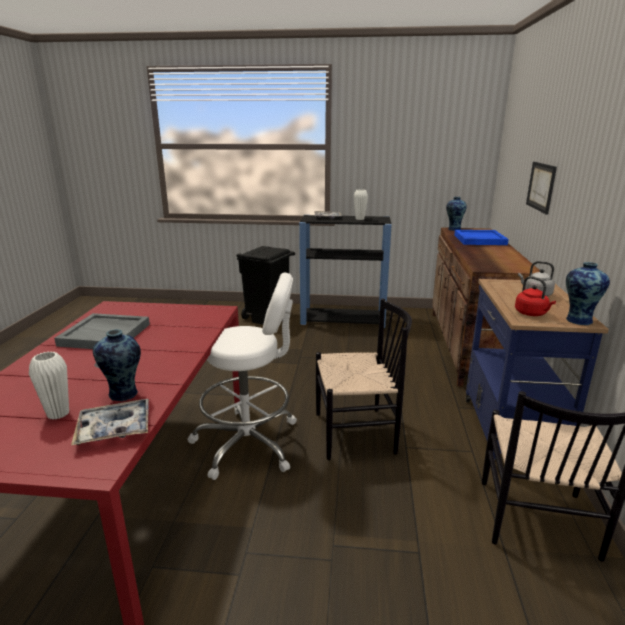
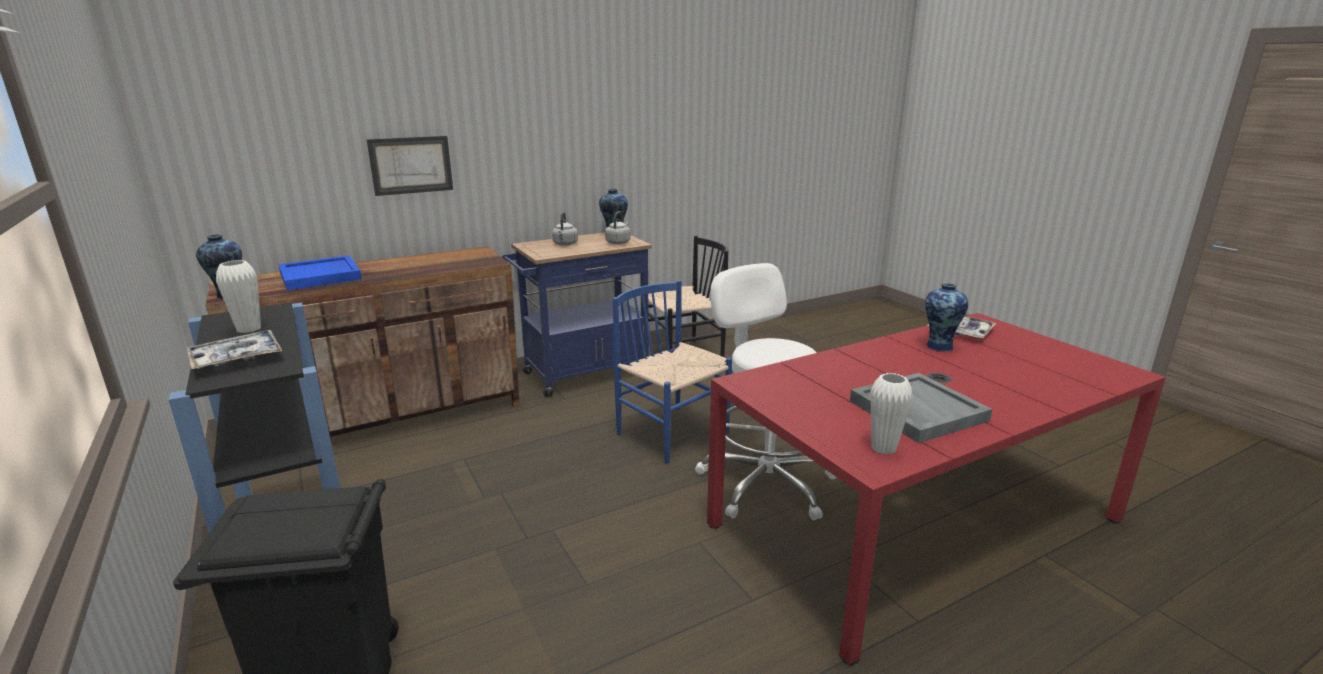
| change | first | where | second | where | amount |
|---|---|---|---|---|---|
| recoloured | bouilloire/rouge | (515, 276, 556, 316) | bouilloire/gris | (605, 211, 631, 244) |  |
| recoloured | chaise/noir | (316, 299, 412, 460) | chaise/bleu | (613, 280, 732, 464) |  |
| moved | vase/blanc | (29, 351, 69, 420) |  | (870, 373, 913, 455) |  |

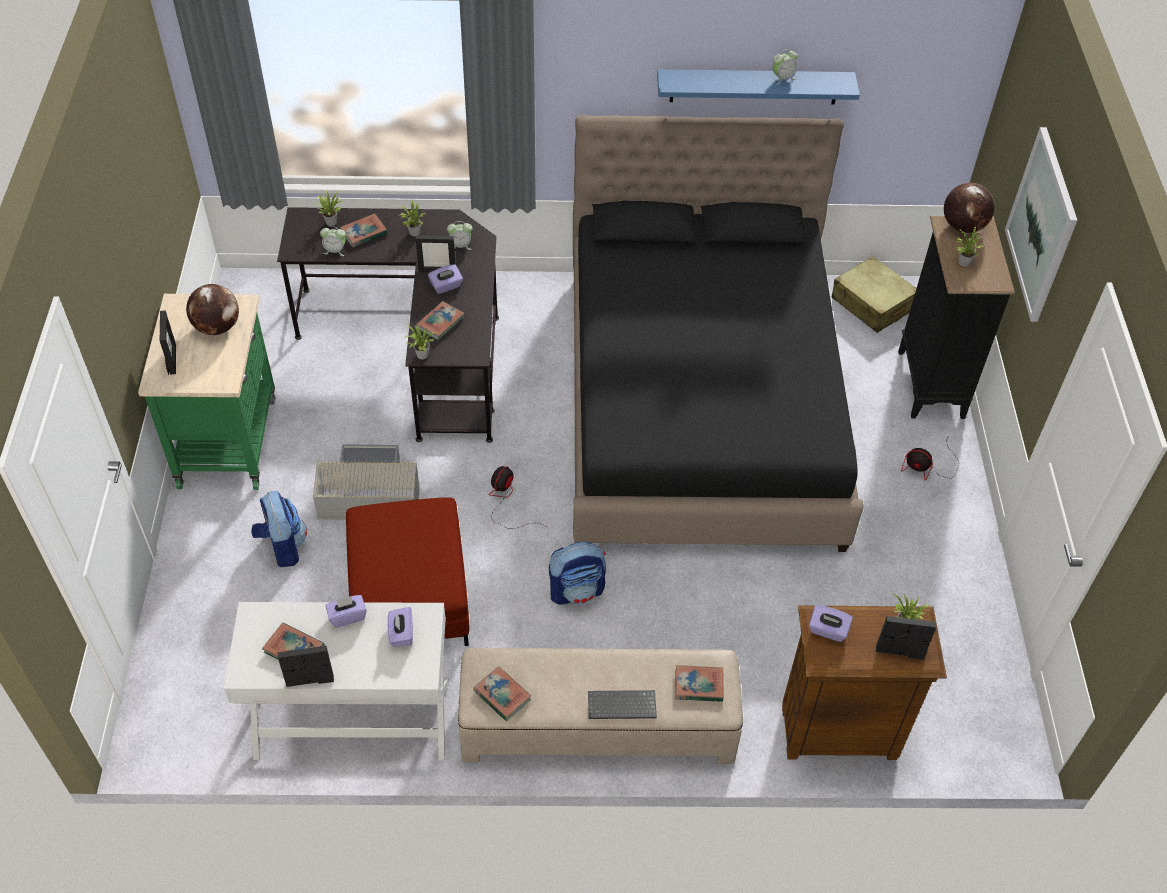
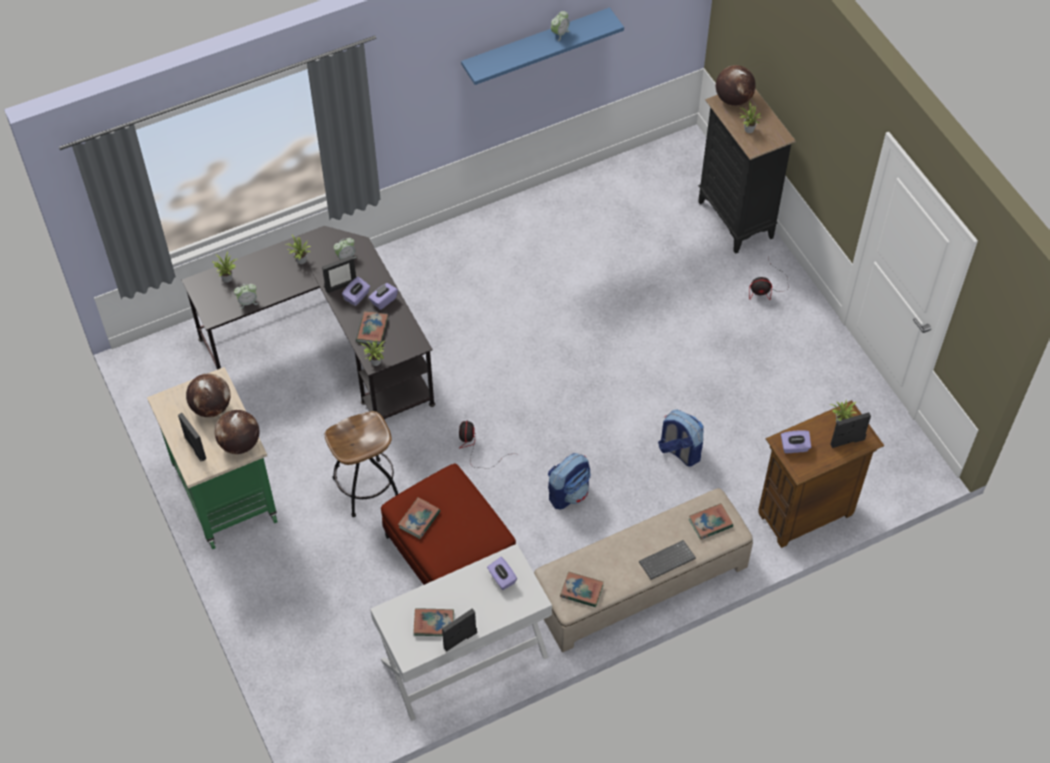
| change | first | where | second | where | amount |
|---|---|---|---|---|---|
| added |  |  | globe | (215, 410, 259, 454) |  |
| replaced | boîte de rangement/gris | (313, 445, 420, 520) | tabouret/marron | (325, 411, 398, 517) |  |
| moved | boîte à mouchoirs/violet | (326, 595, 367, 628) |  | (368, 283, 398, 310) |  |
| moved | livre | (340, 213, 388, 248) |  | (398, 497, 440, 539) |  |
| moved | sac à dos | (251, 491, 307, 567) |  | (658, 409, 704, 467) |  |
| removed | lit/noir | (573, 115, 864, 552) |  |  |  |
| removed | valise/beige | (832, 256, 916, 333) |  |  |  |
| removed | tableau | (1005, 127, 1077, 322) |  |  |  |

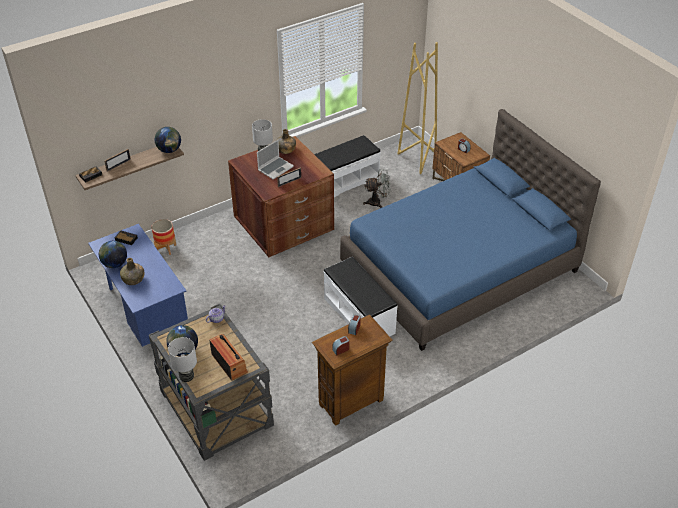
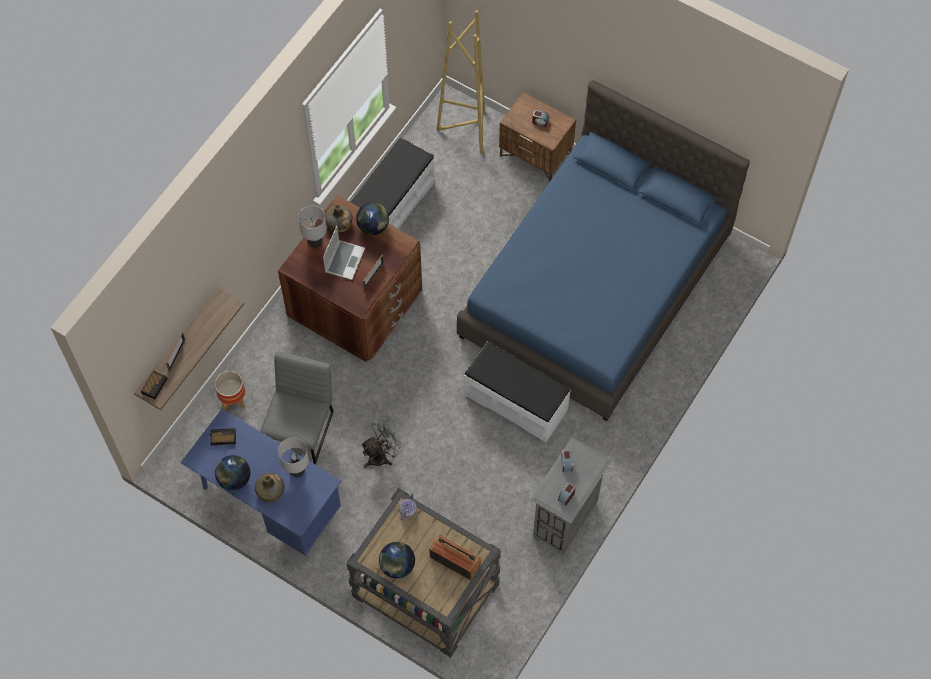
| change | first | where | second | where | amount |
|---|---|---|---|---|---|
| added |  |  | chaise/gris | (260, 351, 334, 464) |  |
| moved | lampe de table/gris | (168, 337, 197, 382) |  | (278, 438, 309, 477) |  |
| moved | globe | (155, 127, 181, 153) |  | (356, 202, 389, 235) |  |
| moved | ventilateur/gris | (363, 169, 391, 208) |  | (360, 419, 403, 468) |  |
| recoloured | meuble de rangement/marron | (312, 314, 393, 426) | meuble de rangement/gris | (530, 437, 612, 555) |  |

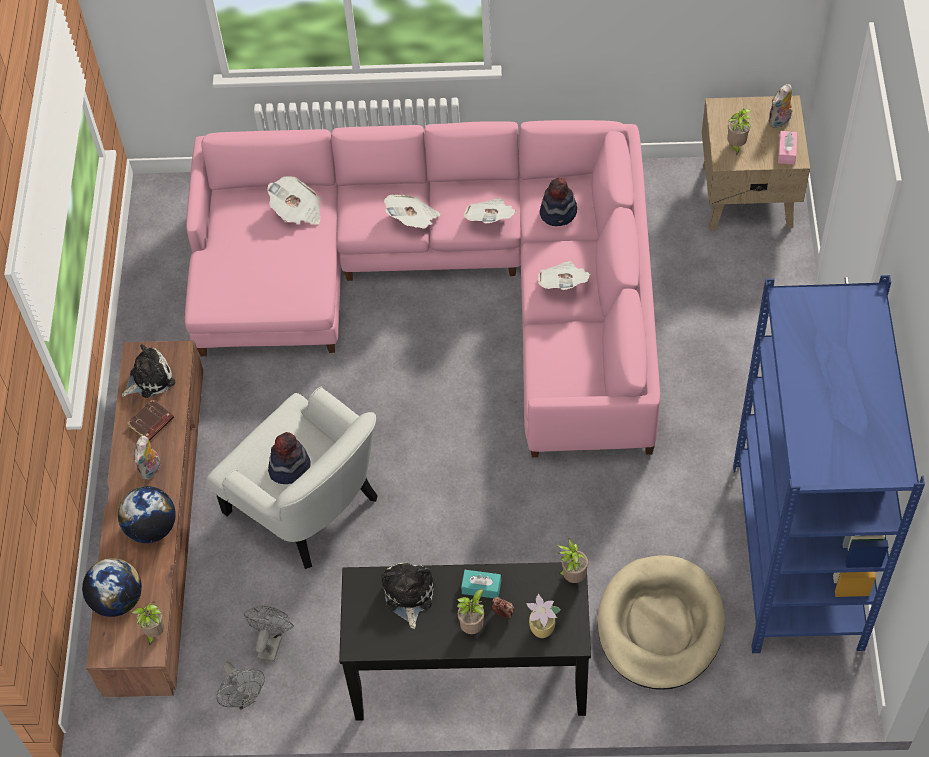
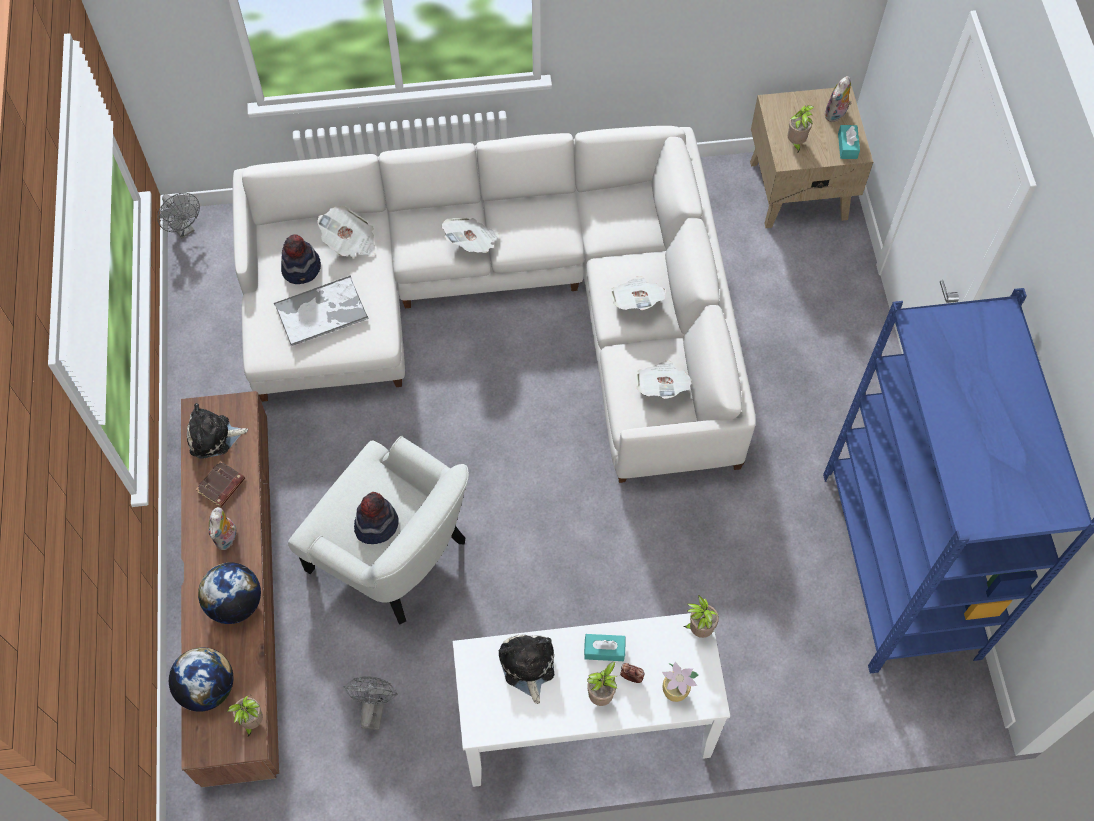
| change | first | where | second | where | amount |
|---|---|---|---|---|---|
| moved | ventilateur/gris | (216, 662, 265, 710) |  | (157, 193, 200, 238) |  |
| turned | peluche | (122, 344, 175, 398) |  | (187, 403, 248, 459) | 150 degrees counterclockwise |
| recoloured | canapé/rose | (185, 120, 660, 457) | canapé/blanc | (233, 126, 756, 483) |  |
| added |  |  | plateau | (274, 275, 369, 346) |  |
| moved | chapeau | (540, 178, 577, 226) |  | (281, 235, 321, 284) |  |
| recoloured | table console/noir | (339, 562, 591, 721) | table console/blanc | (453, 613, 730, 787) |  |
| moved | journal | (464, 198, 516, 224) |  | (636, 361, 692, 399) |  |
| recoloured | boîte à mouchoirs/rose | (778, 131, 797, 164) | boîte à mouchoirs/turquoise | (838, 125, 860, 159) |  |
| removed | panier pour chien/beige | (597, 555, 725, 690) |  |  |  |

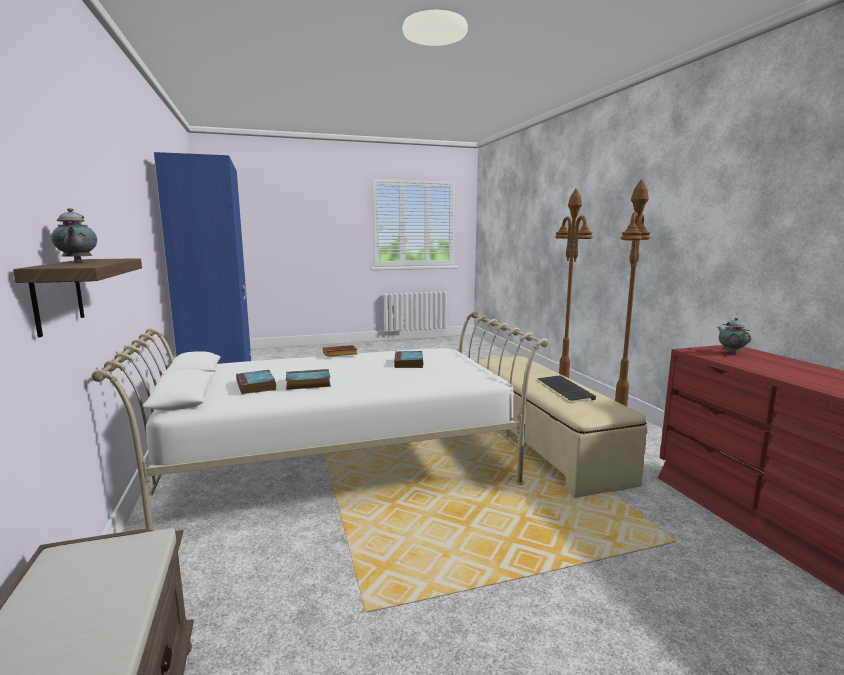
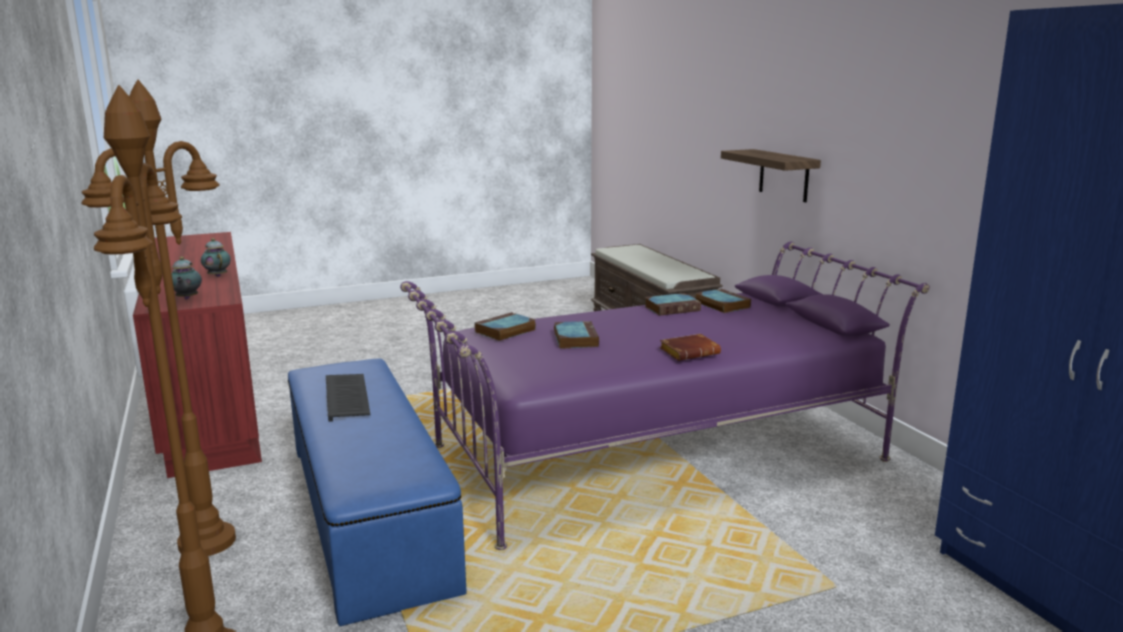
| change | first | where | second | where | amount |
|---|---|---|---|---|---|
| moved | théière | (51, 208, 97, 262) |  | (201, 238, 231, 277) |  |
| recoloured | banc/beige | (475, 356, 647, 498) | banc/bleu | (288, 359, 467, 626) |  |
| recoloured | lit/blanc | (92, 312, 549, 531) | lit/violet | (400, 242, 930, 550) |  |
| added |  |  | livre | (474, 312, 536, 341) |  |

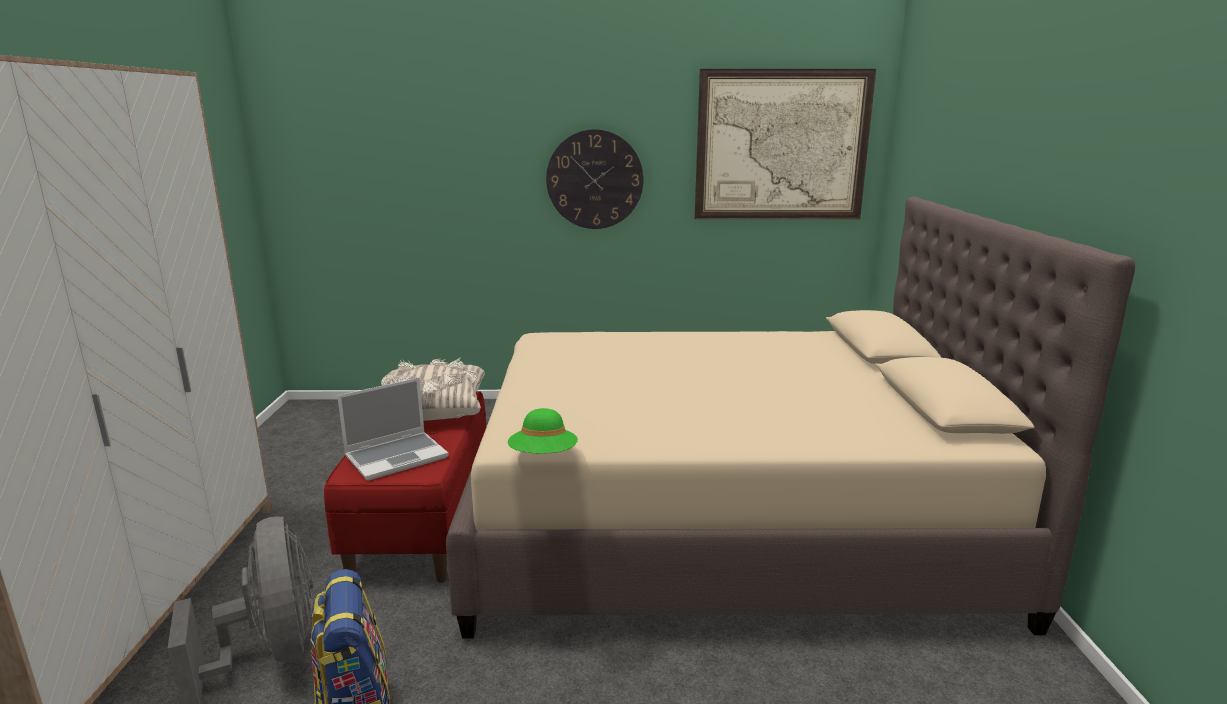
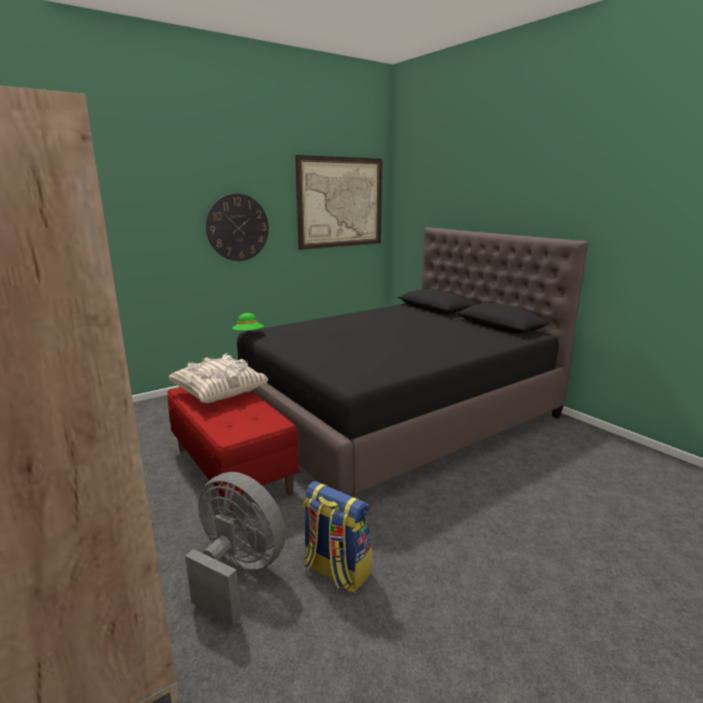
| change | first | where | second | where | amount |
|---|---|---|---|---|---|
| moved | chapeau/vert | (508, 408, 578, 454) |  | (232, 313, 264, 331) |  |
| recoloured | lit/beige | (446, 197, 1135, 638) | lit/noir | (237, 227, 588, 496) |  |
| removed | ordinateur portable | (337, 378, 449, 481) |  |  |  |

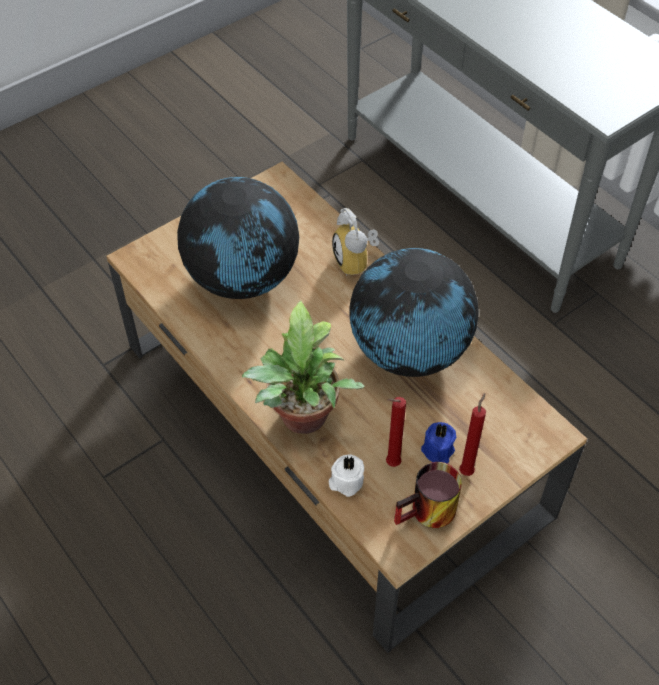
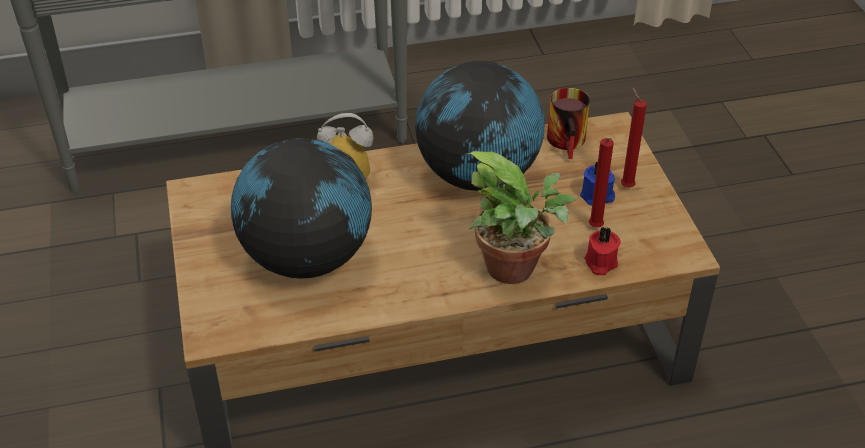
| change | first | where | second | where | amount |
|---|---|---|---|---|---|
| moved | mug | (394, 462, 462, 528) |  | (547, 88, 590, 159) |  |
| recoloured | bougie/blanc | (329, 454, 364, 497) | bougie/rouge | (584, 227, 621, 275) |  |

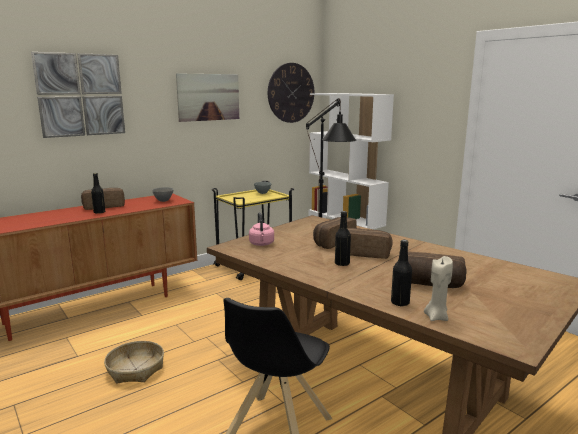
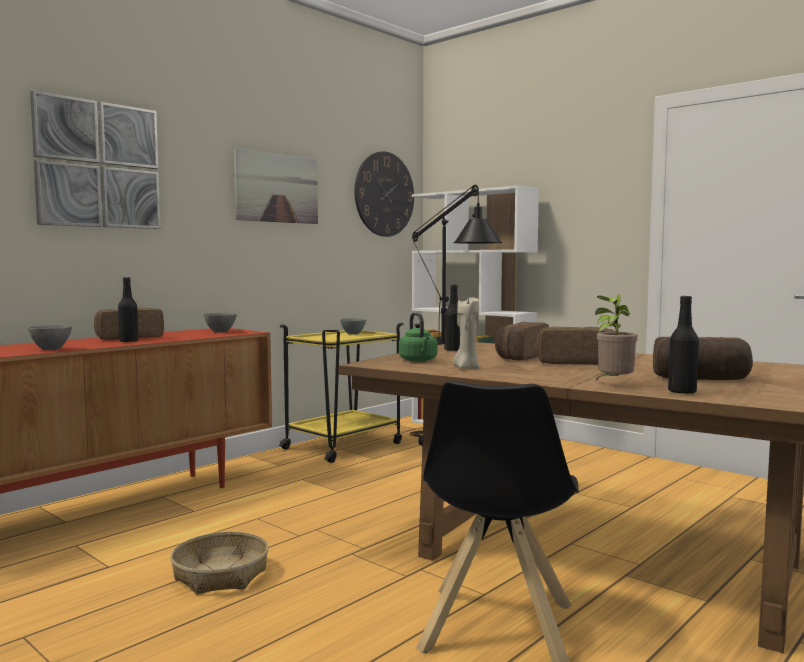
| change | first | where | second | where | amount |
|---|---|---|---|---|---|
| added |  |  | bol/gris | (28, 325, 72, 350) |  |
| recoloured | bouilloire/rose | (249, 212, 274, 246) | bouilloire/vert | (399, 312, 437, 362) |  |
| moved | bouteille/noir | (335, 211, 351, 266) |  | (444, 285, 460, 351) |  |
| moved | bougie/beige | (424, 256, 453, 321) |  | (453, 298, 479, 369) |  |
| added |  |  | plante en pot | (595, 294, 638, 381) |  |

